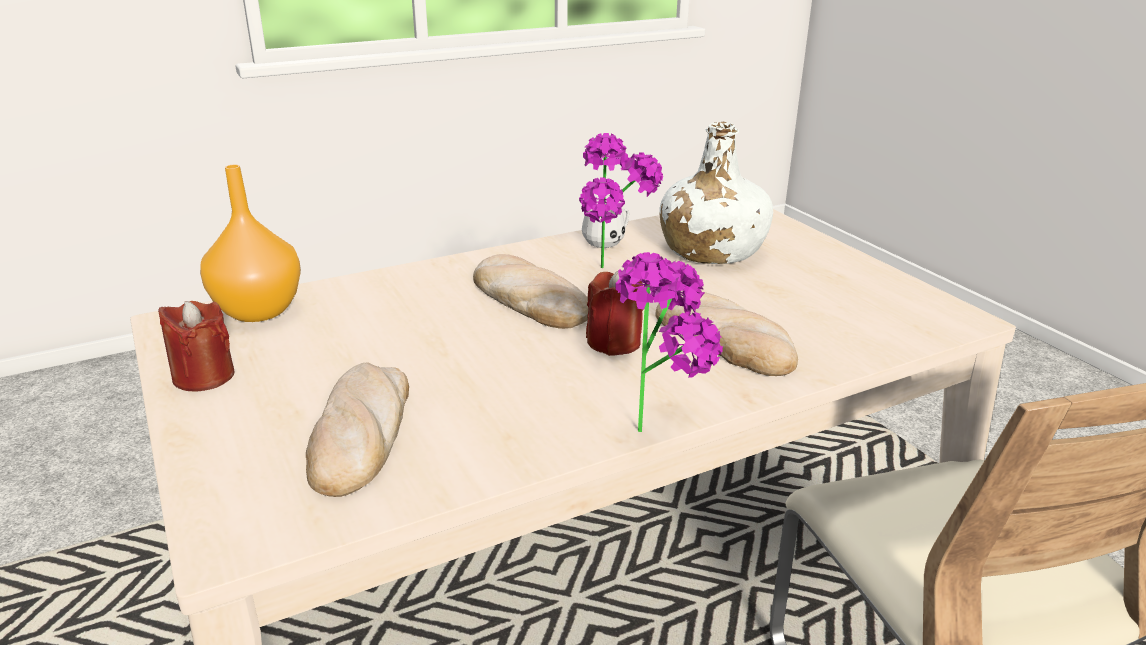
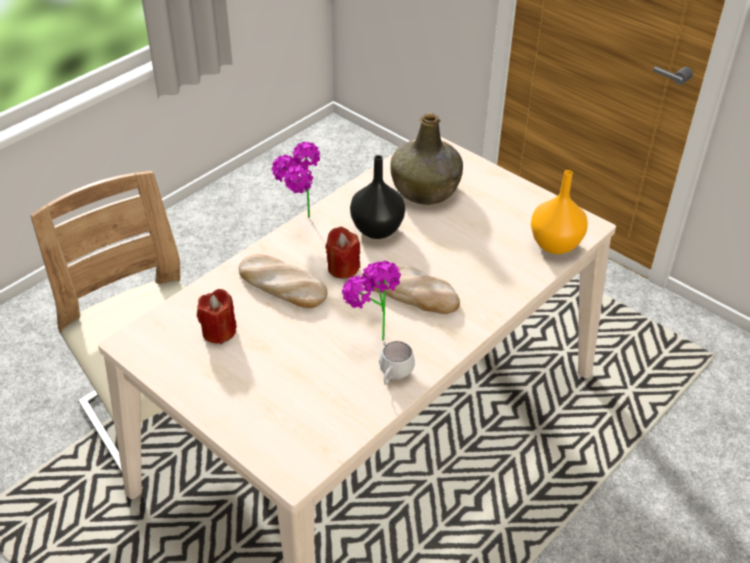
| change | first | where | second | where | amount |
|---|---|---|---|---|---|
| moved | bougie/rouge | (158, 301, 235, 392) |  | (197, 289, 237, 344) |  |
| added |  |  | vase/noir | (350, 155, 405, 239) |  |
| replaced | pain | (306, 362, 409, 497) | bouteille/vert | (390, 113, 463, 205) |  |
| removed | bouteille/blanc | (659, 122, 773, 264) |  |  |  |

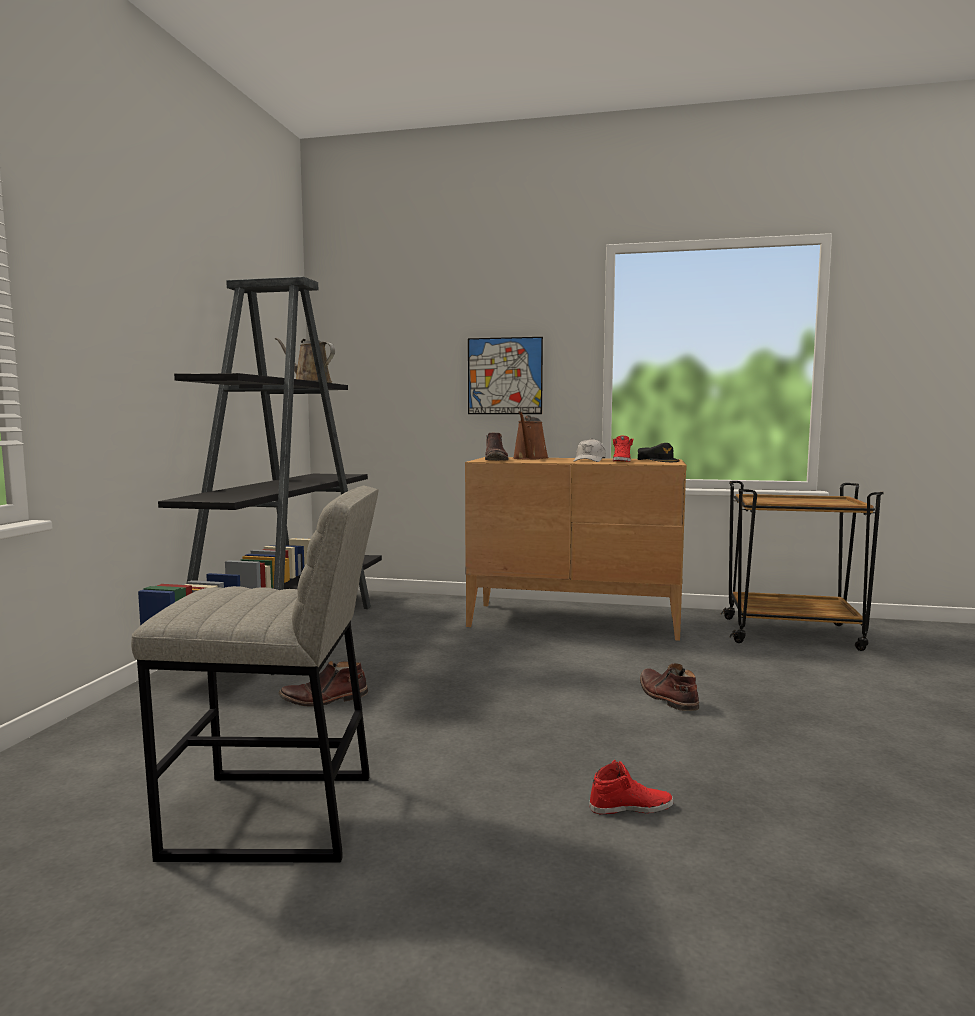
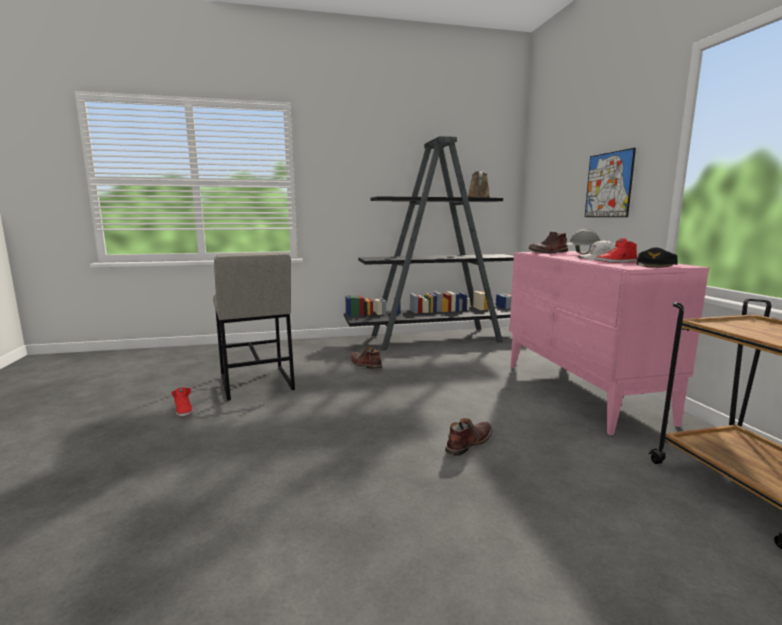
| change | first | where | second | where | amount |
|---|---|---|---|---|---|
| moved | chaussure/rouge | (589, 760, 674, 814) |  | (171, 387, 193, 417) |  |
| recoloured | meuble de rangement/marron | (465, 457, 687, 641) | meuble de rangement/rose | (509, 251, 709, 435) |  |
| replaced | arrosoir/marron | (513, 411, 549, 460) | casque de chantier/gris | (565, 229, 600, 254) |  |

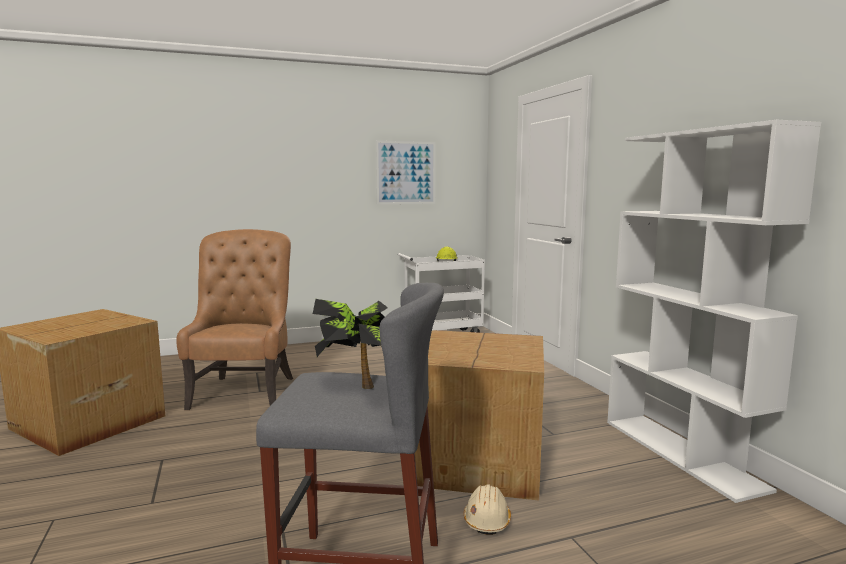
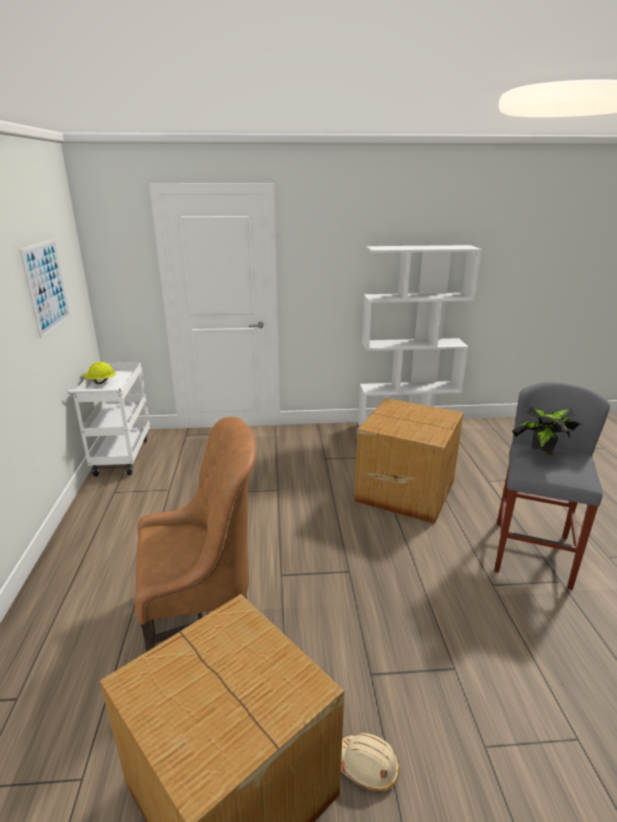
| change | first | where | second | where | amount |
|---|---|---|---|---|---|
| turned | chaise/marron | (176, 229, 293, 410) |  | (134, 416, 256, 652) | 150 degrees clockwise |
| moved | casque de chantier/beige | (464, 484, 511, 535) |  | (341, 733, 400, 791) |  |

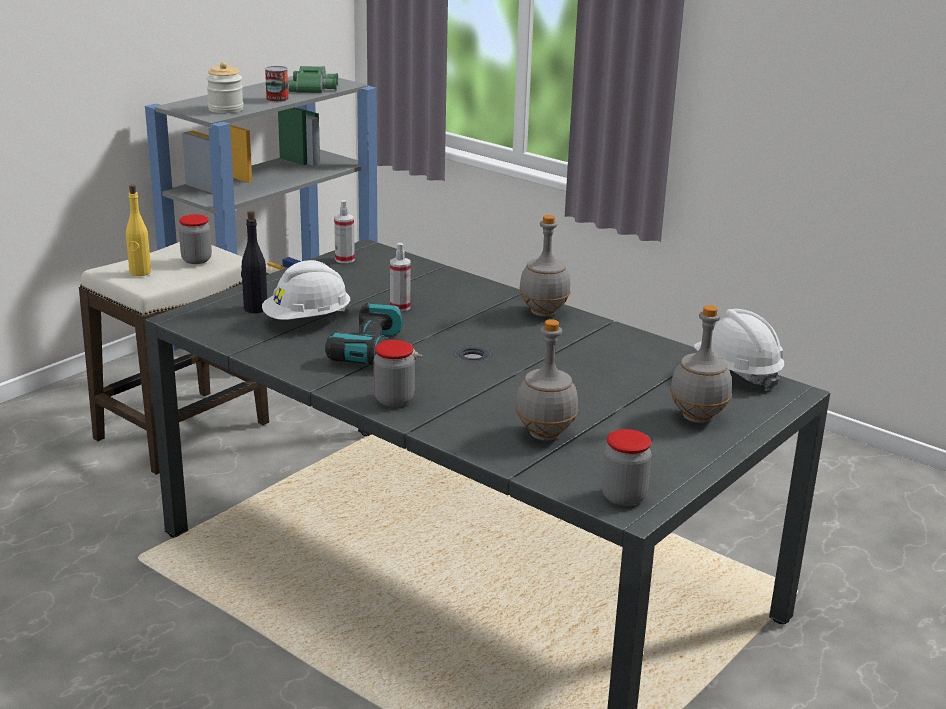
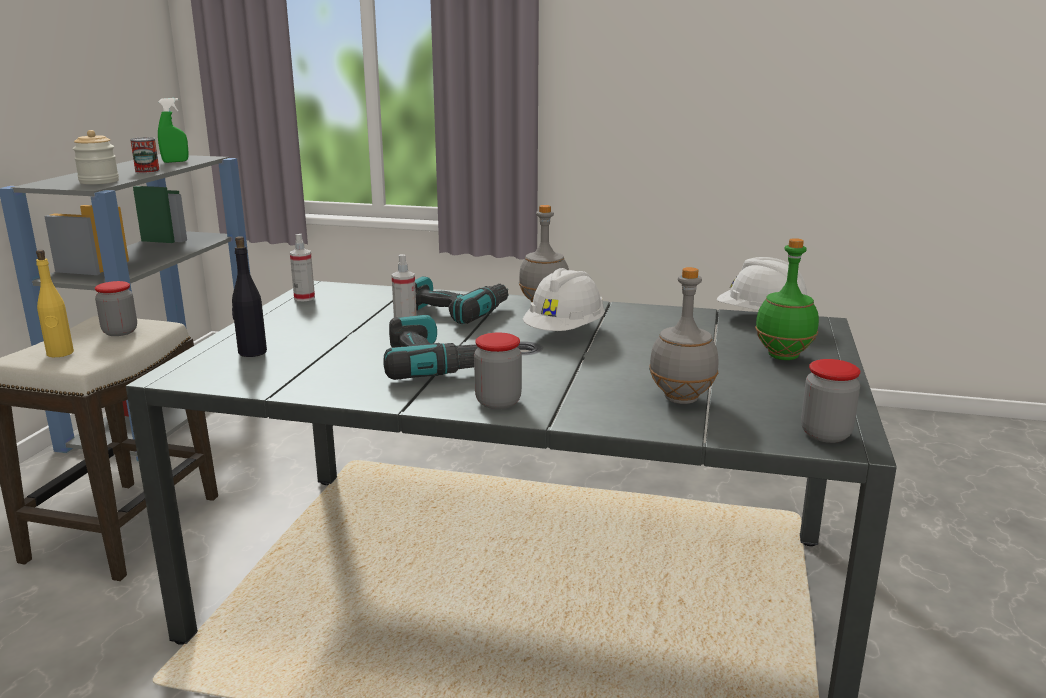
| change | first | where | second | where | amount |
|---|---|---|---|---|---|
| replaced | jumelles/vert | (288, 66, 338, 93) | vaporisateur/vert | (158, 98, 189, 163) |  |
| added |  |  | perceuse | (415, 276, 509, 324) |  |
| moved | casque de chantier/blanc | (262, 260, 350, 320) |  | (523, 268, 605, 331) |  |
| recoloured | bouteille/gris | (670, 305, 732, 423) | bouteille/vert | (755, 238, 819, 360) |  |

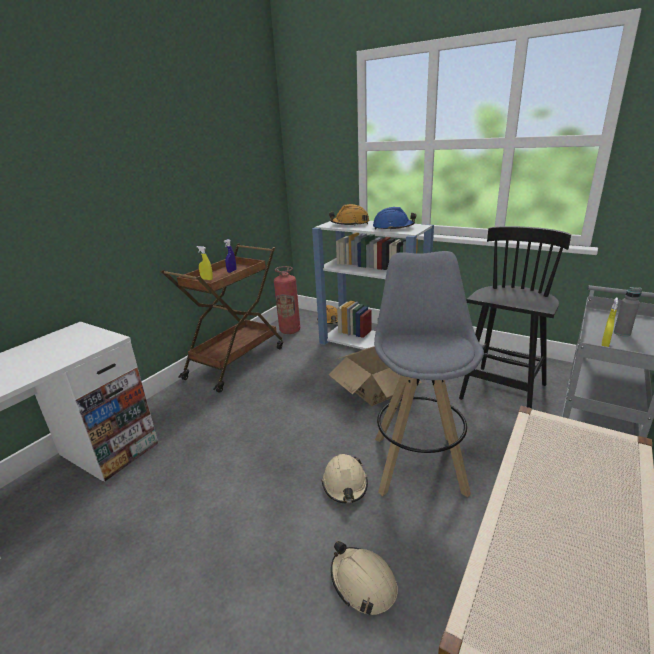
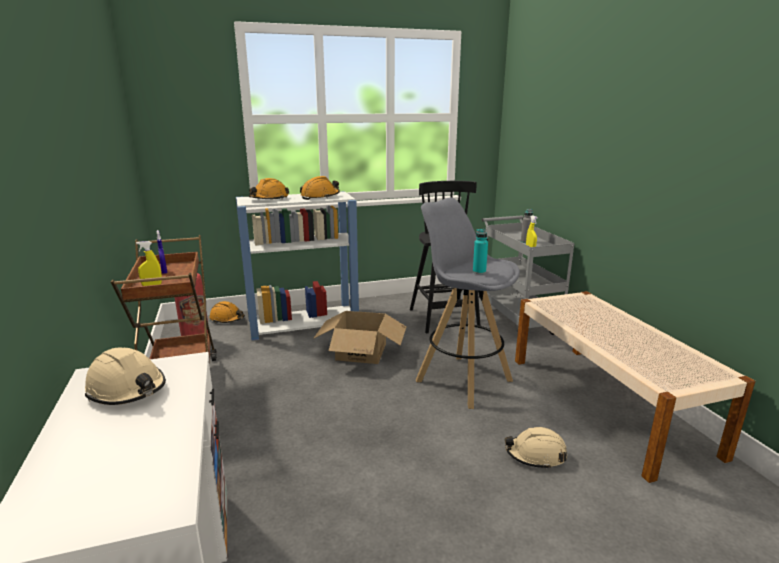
| change | first | where | second | where | amount |
|---|---|---|---|---|---|
| moved | casque de chantier/beige | (322, 454, 368, 503) |  | (85, 347, 166, 405) |  |
| recoloured | casque de chantier/bleu | (373, 207, 417, 230) | casque de chantier/orange | (300, 176, 340, 200) |  |
| added |  |  | bouteille/turquoise | (473, 229, 488, 274) |  |

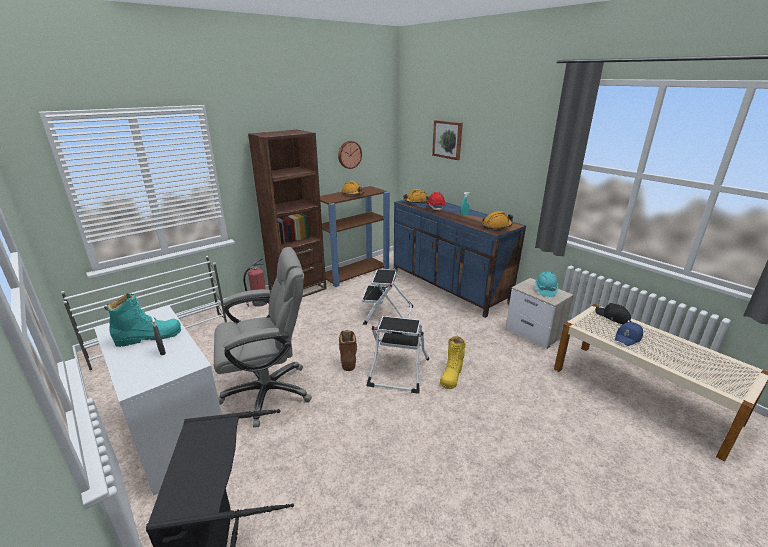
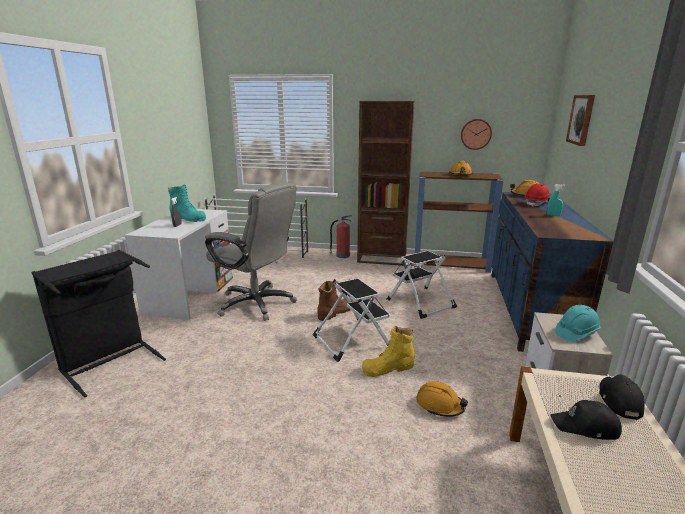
| change | first | where | second | where | amount |
|---|---|---|---|---|---|
| moved | casque de chantier/orange | (482, 211, 513, 229) |  | (416, 381, 468, 417) |  |
| recoloured | casquette/bleu | (615, 322, 643, 346) | casquette/noir | (551, 400, 622, 440) |  |

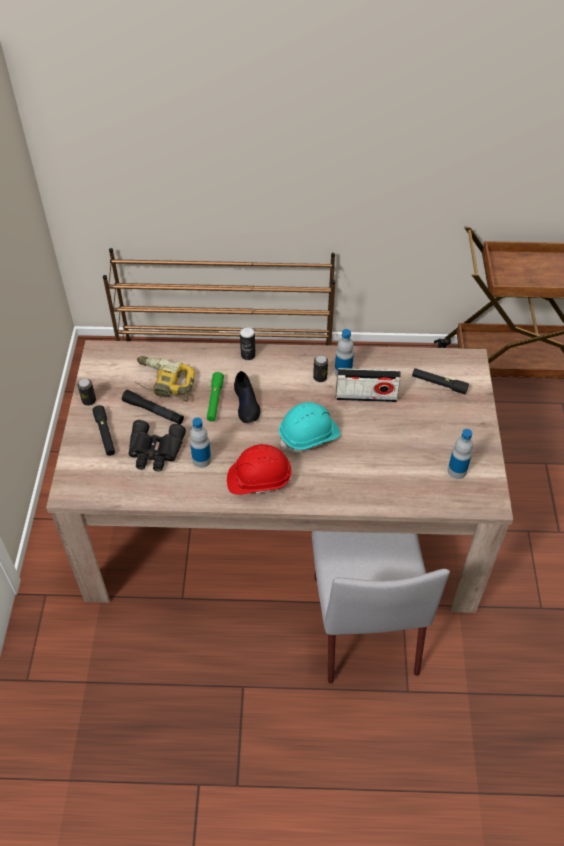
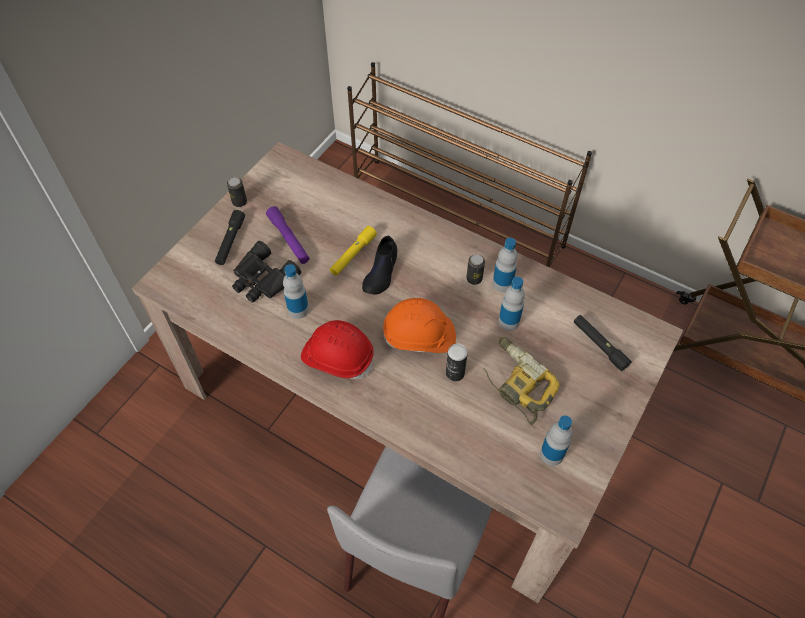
| change | first | where | second | where | amount |
|---|---|---|---|---|---|
| recoloured | lampe de poche/noir | (122, 390, 184, 424) | lampe de poche/violet | (266, 206, 310, 264) |  |
| recoloured | lampe de poche/vert | (207, 372, 224, 422) | lampe de poche/jaune | (330, 226, 377, 276) |  |
| recoloured | casque de chantier/turquoise | (279, 402, 341, 453) | casque de chantier/orange | (382, 298, 456, 353) |  |
| moved | boîte métallique | (240, 327, 256, 360) |  | (446, 344, 468, 382) |  |
| moved | perceuse | (135, 356, 195, 402) |  | (483, 337, 560, 425) |  |
| replaced | radio | (336, 368, 401, 402) | bouteille | (498, 277, 525, 331) |  |

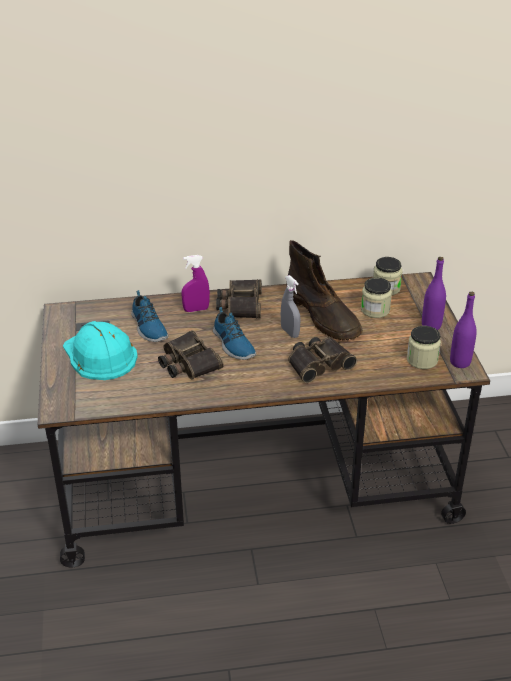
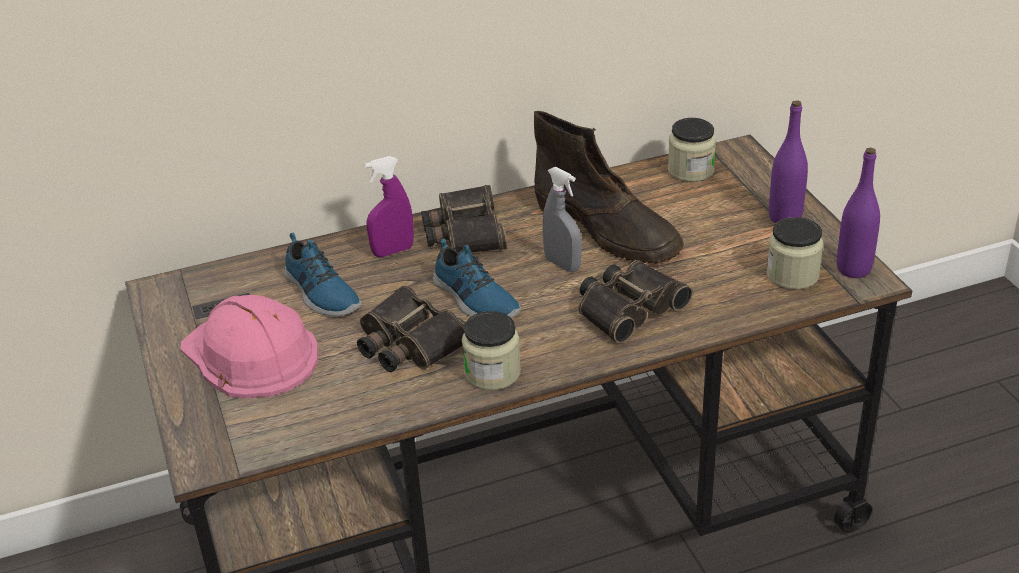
| change | first | where | second | where | amount |
|---|---|---|---|---|---|
| recoloured | casque de chantier/turquoise | (63, 321, 138, 380) | casque de chantier/rose | (180, 295, 318, 399) |  |
| moved | bocal | (361, 278, 392, 318) |  | (462, 311, 521, 390) |  |

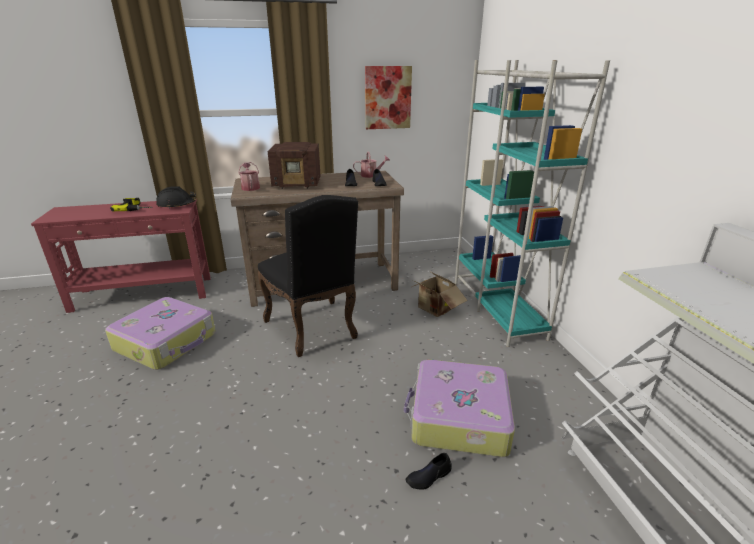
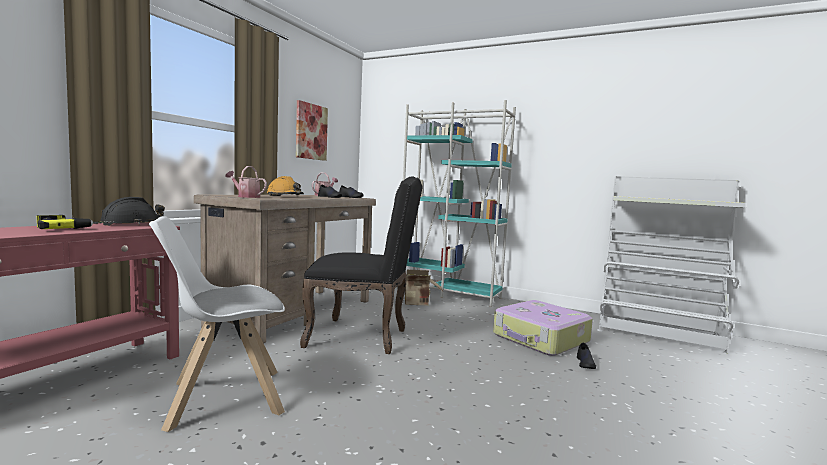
| change | first | where | second | where | amount |
|---|---|---|---|---|---|
| replaced | valise | (105, 297, 216, 370) | chaise | (149, 216, 285, 432) |  |
| replaced | radio | (268, 142, 320, 189) | casque de chantier/orange | (267, 176, 304, 196) |  |

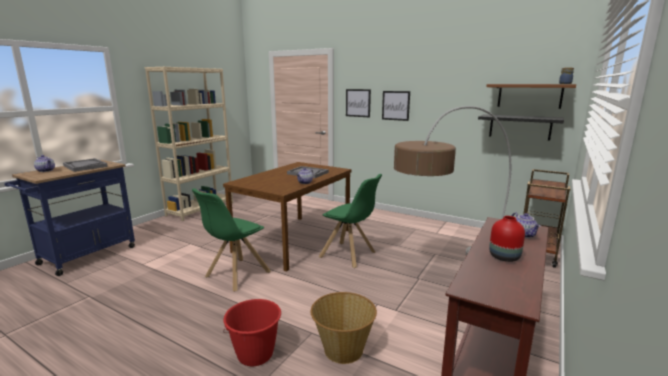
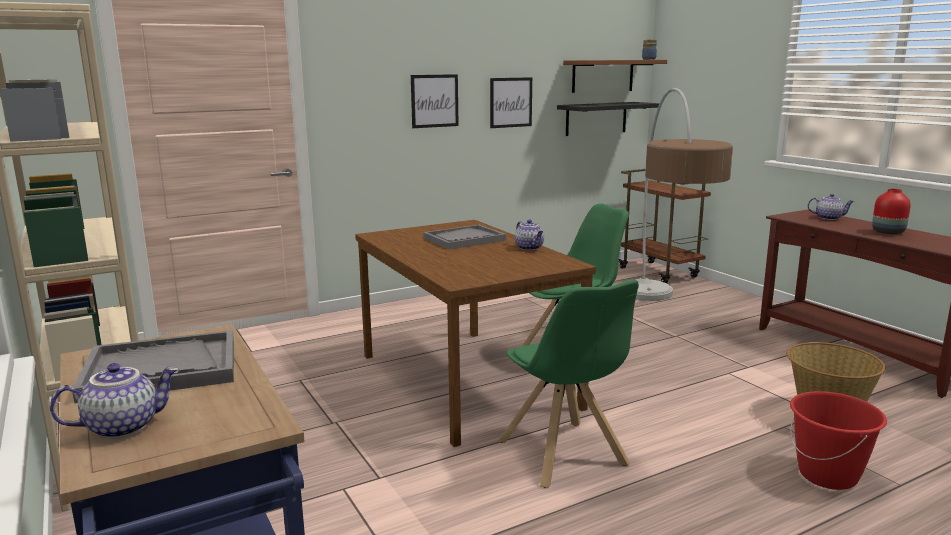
| change | first | where | second | where | amount |
|---|---|---|---|---|---|
| moved | tableau | (346, 89, 371, 117) |  | (490, 77, 532, 128) |  |

